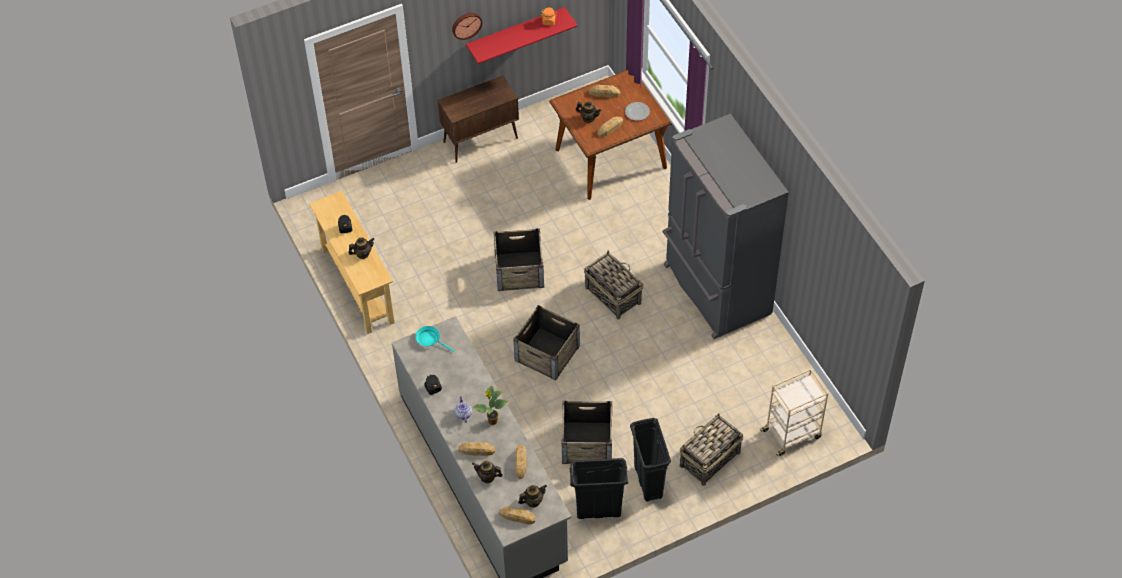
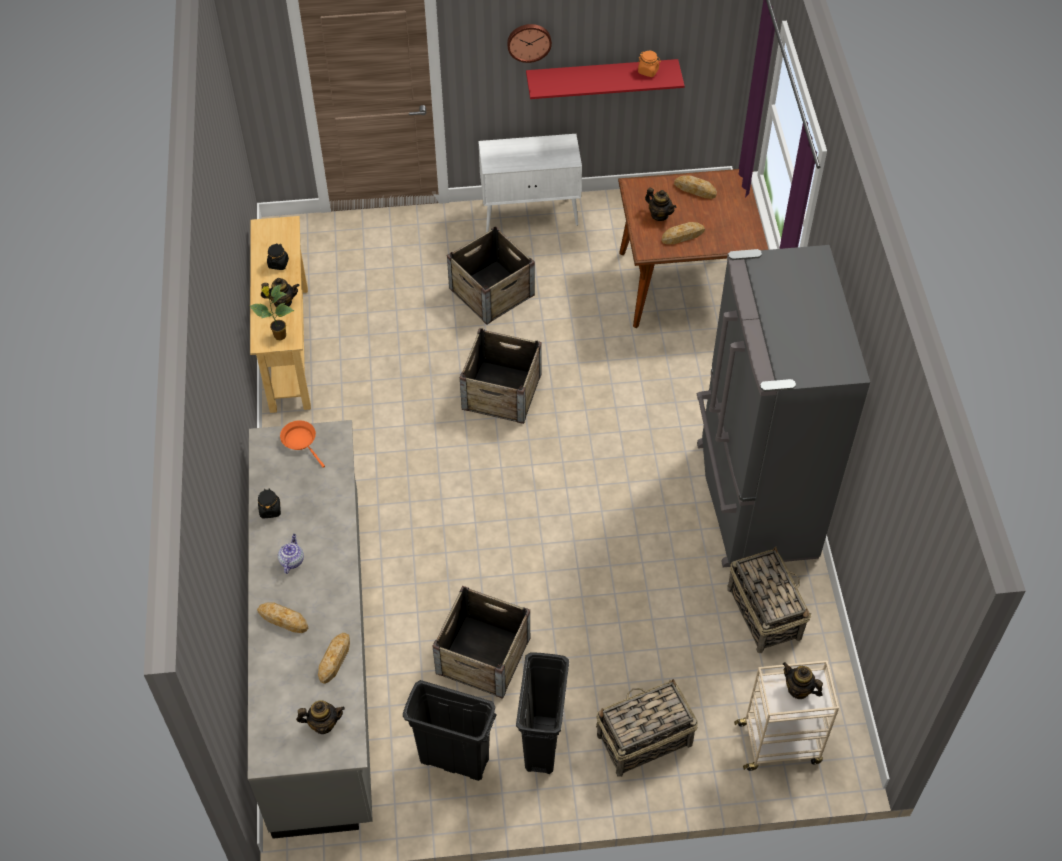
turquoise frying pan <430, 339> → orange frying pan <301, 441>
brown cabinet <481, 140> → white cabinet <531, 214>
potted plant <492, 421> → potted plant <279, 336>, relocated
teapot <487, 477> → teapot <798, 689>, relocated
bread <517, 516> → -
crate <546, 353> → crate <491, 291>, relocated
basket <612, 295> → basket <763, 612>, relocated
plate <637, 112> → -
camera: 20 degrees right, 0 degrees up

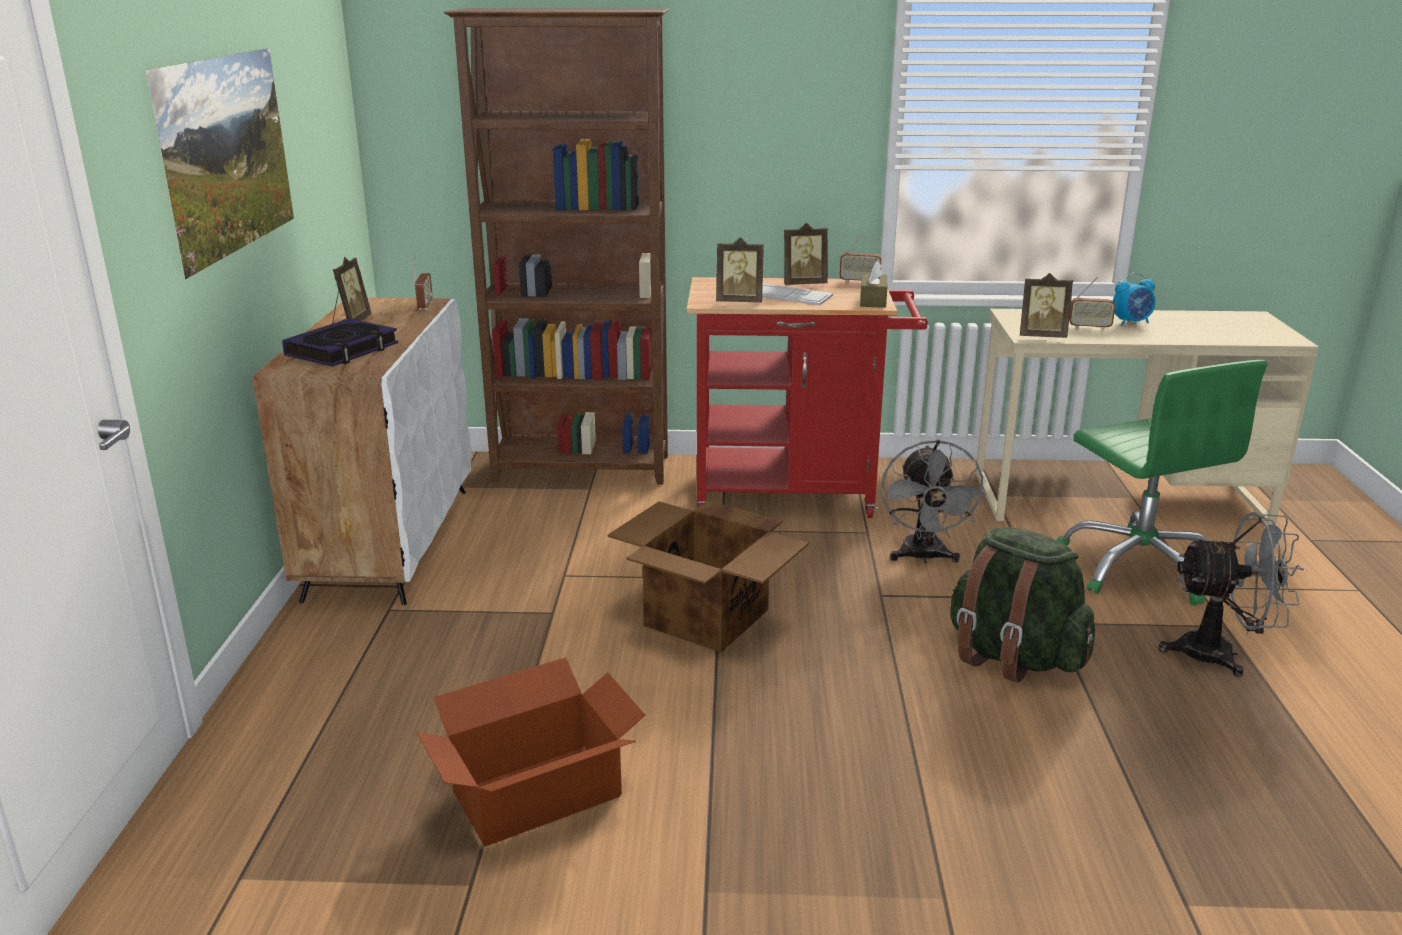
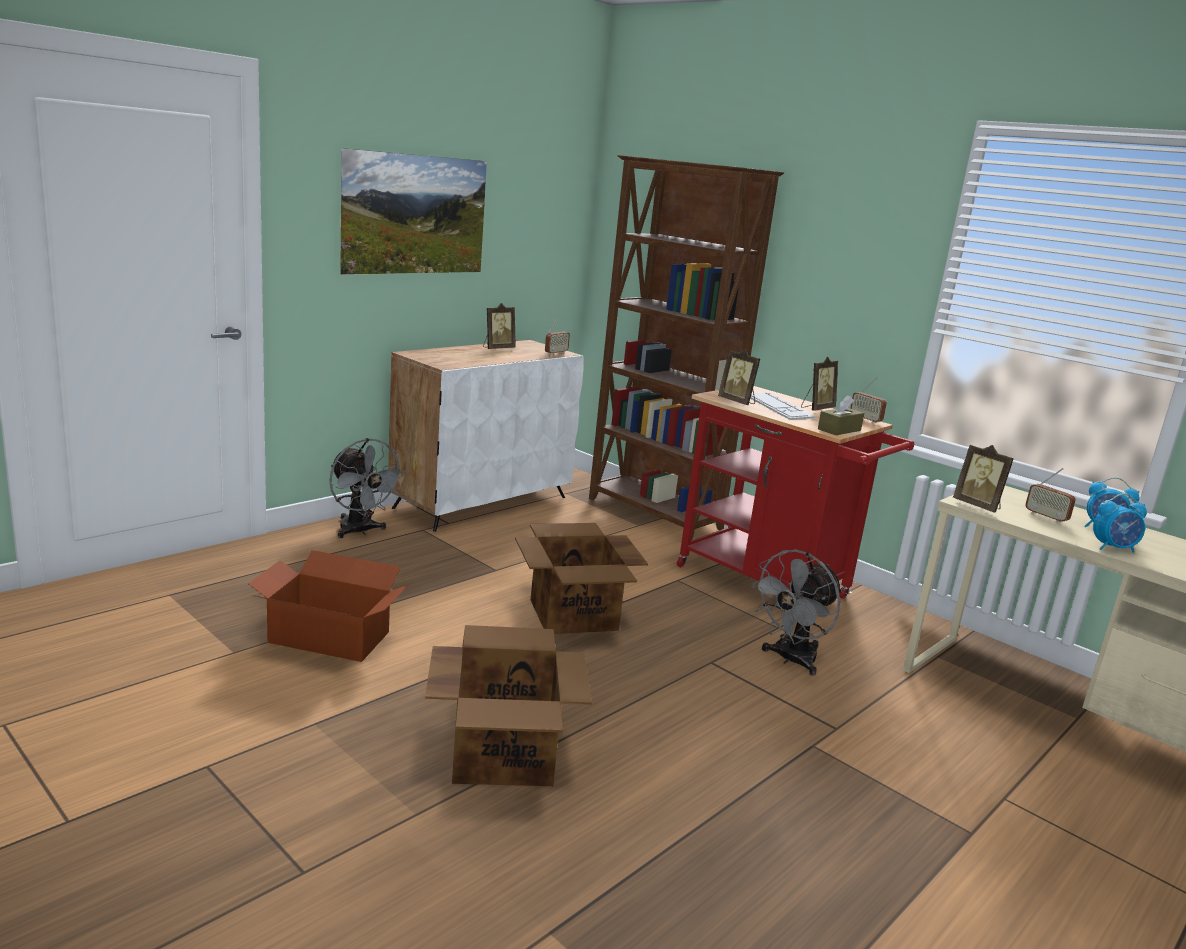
book <342, 350> → -
picture frame <803, 284> → picture frame <816, 408>, 75 degrees counterclockwise
green backpack <1012, 657> → -
green office chair <1139, 567> → -
grey fan <1221, 654> → grey fan <360, 531>, relocated
- → cardboard box <503, 753>
- → alarm clock <1113, 548>
camera: 40 degrees right, 5 degrees down

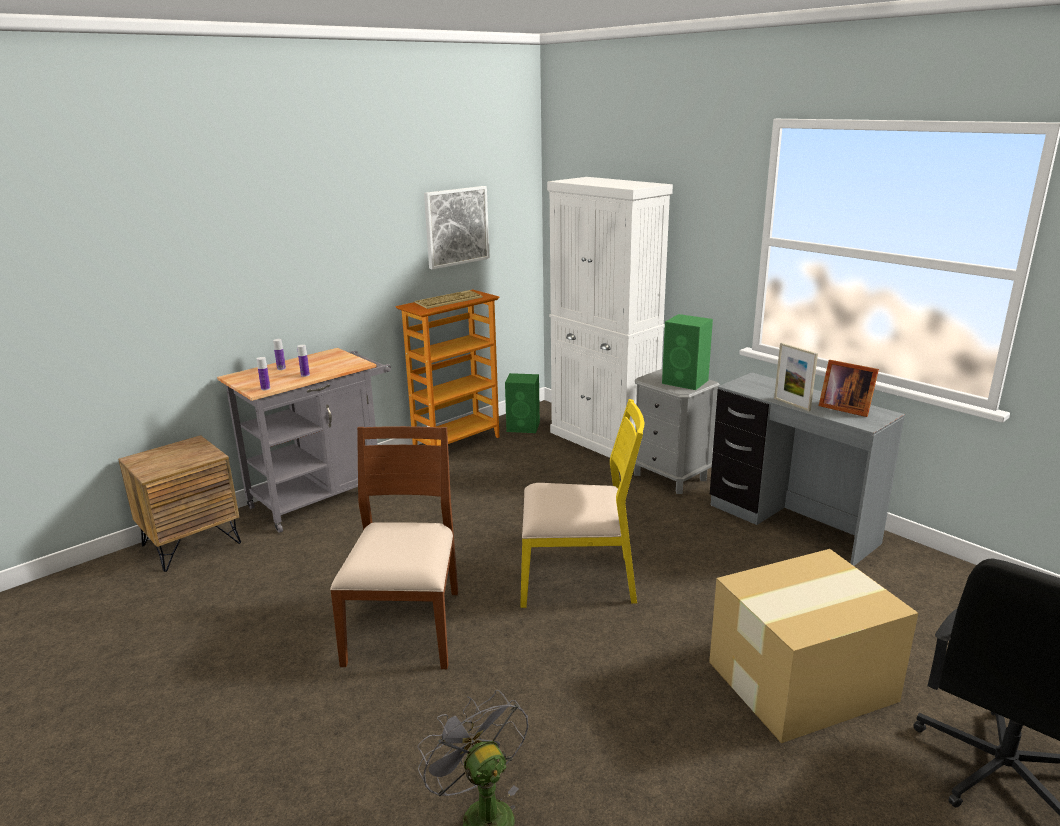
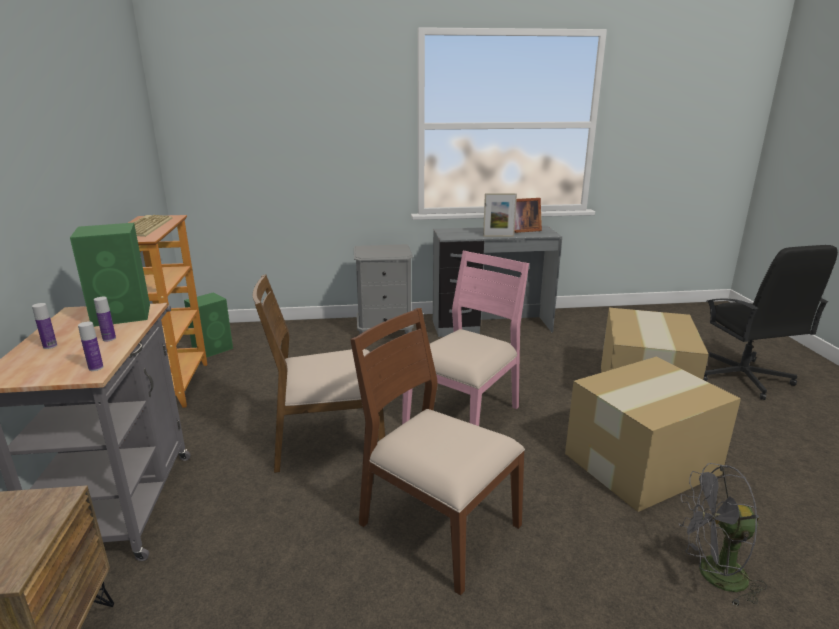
picture <456, 226> → -
yellow chair <578, 579> → pink chair <464, 416>
white cabinet <603, 440> → -
green speaker <686, 382> → green speaker <123, 315>, relocated
- → brown chair <328, 442>
- → cardboard box <643, 463>
camera: 55 degrees left, 0 degrees up

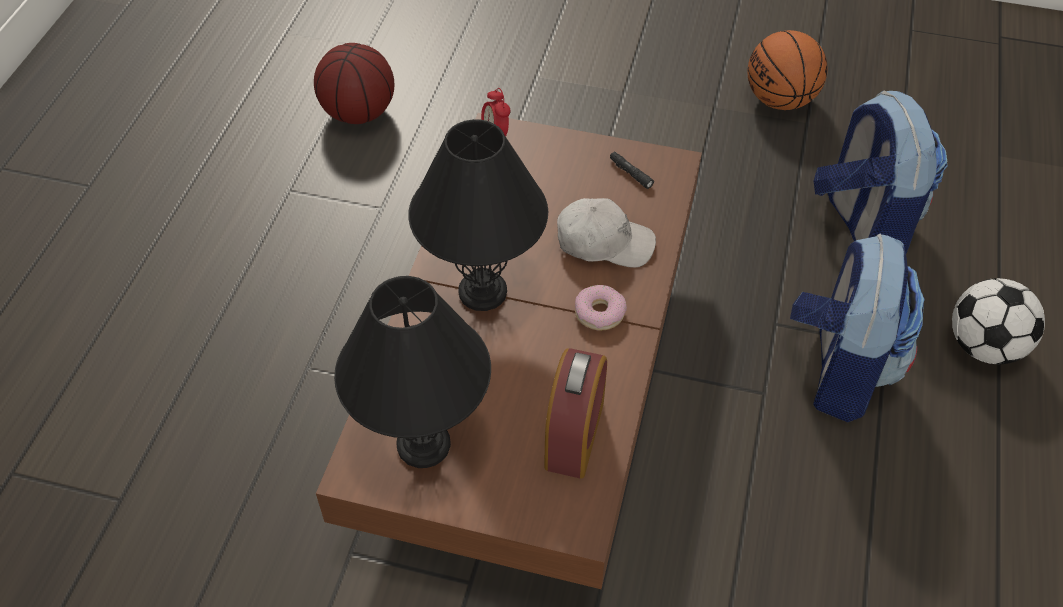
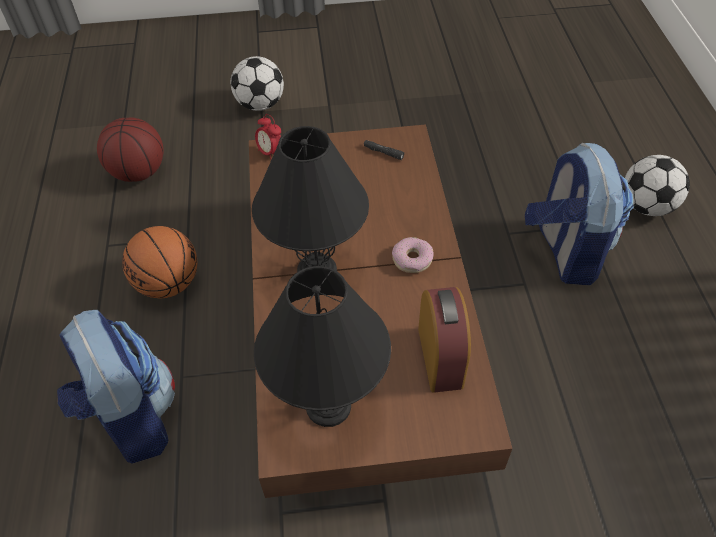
white cap <604, 242> → -
basketball <780, 100> → basketball <168, 283>, relocated
backpack <863, 225> → backpack <131, 417>, relocated
- → football <260, 104>
camera: 20 degrees left, 0 degrees up

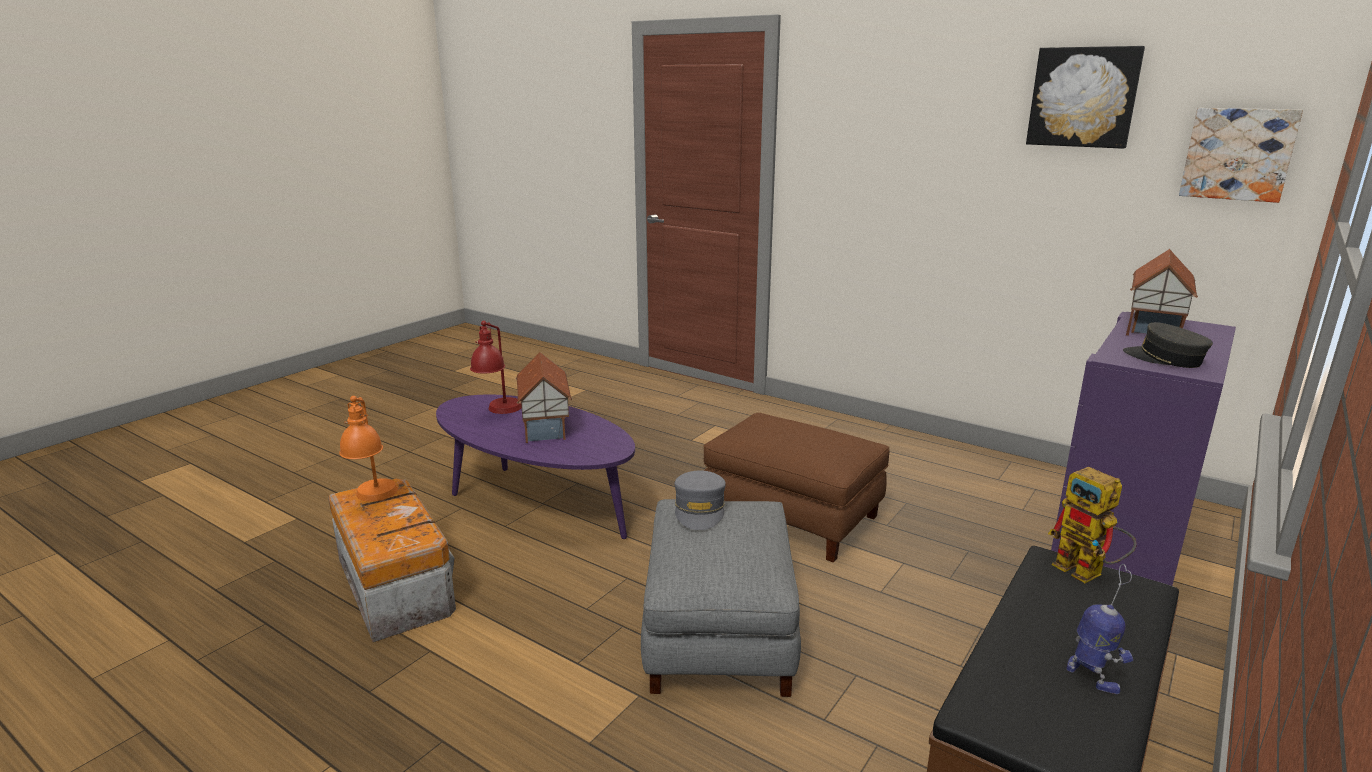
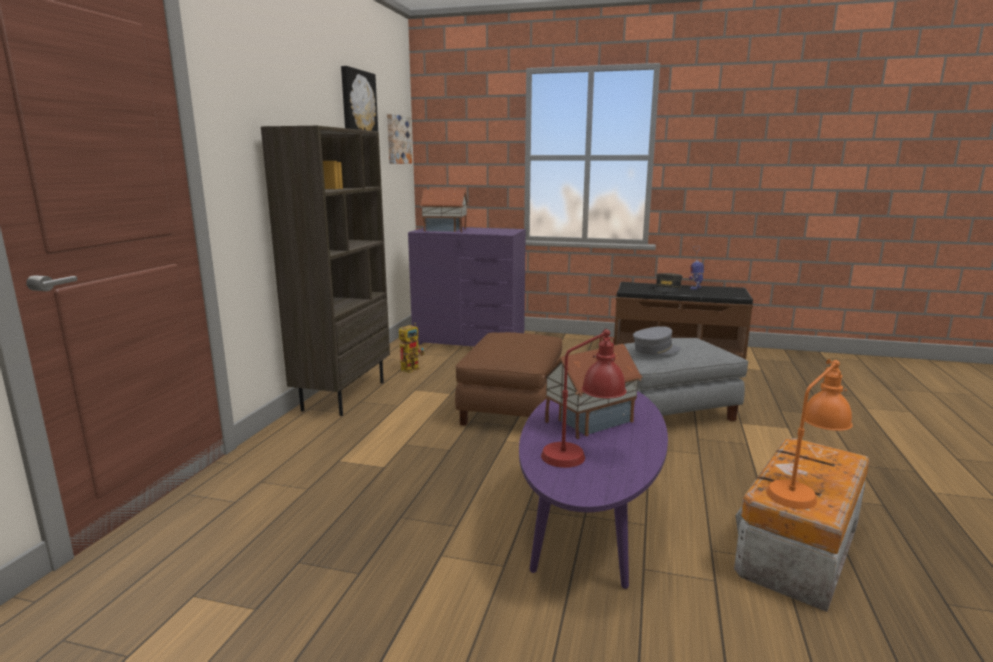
toy robot <1088, 573> → toy robot <412, 368>, relocated
grey cap <1164, 359> → grey cap <667, 288>, relocated
- → brown bookcase <343, 395>
camera: 110 degrees left, 5 degrees down

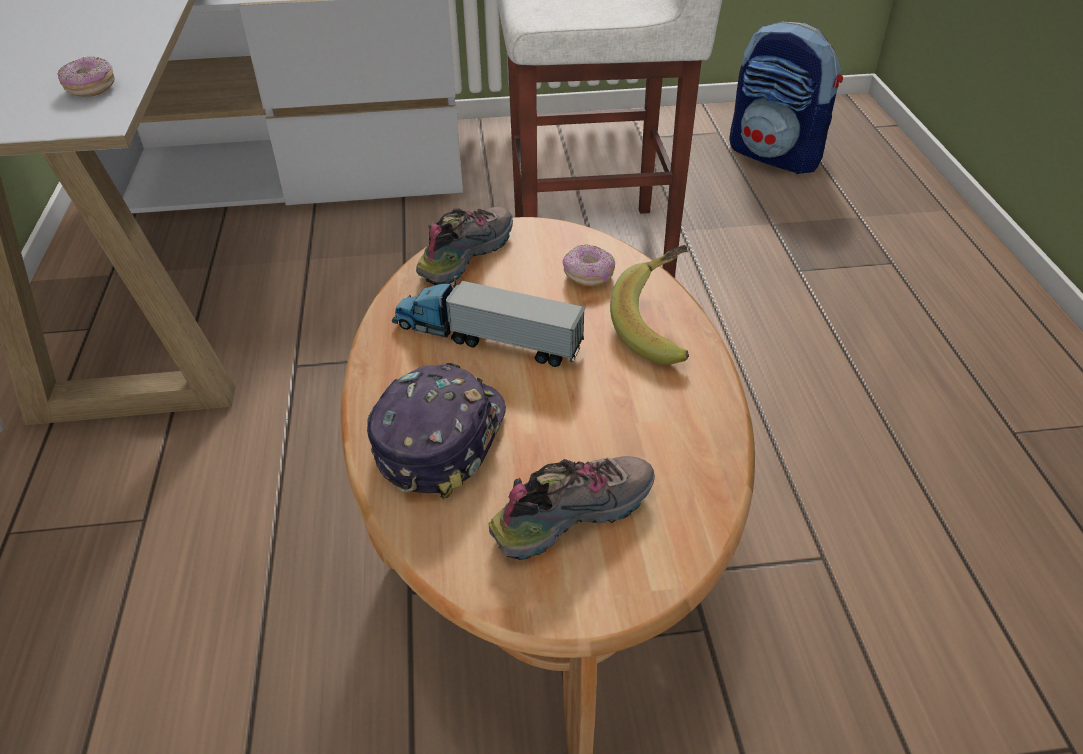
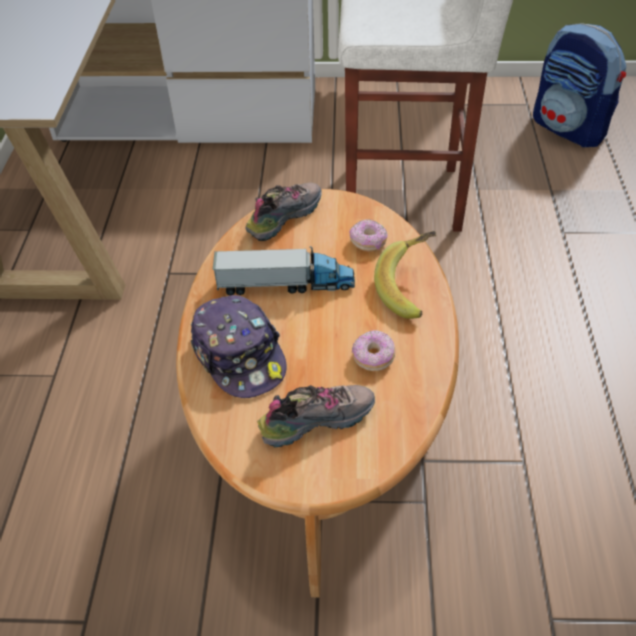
donut <91, 88> → donut <373, 357>, relocated
cap <439, 438> → cap <239, 355>, 120 degrees clockwise
toy truck <486, 338> → toy truck <286, 284>, 150 degrees clockwise
camera: 10 degrees right, 5 degrees up

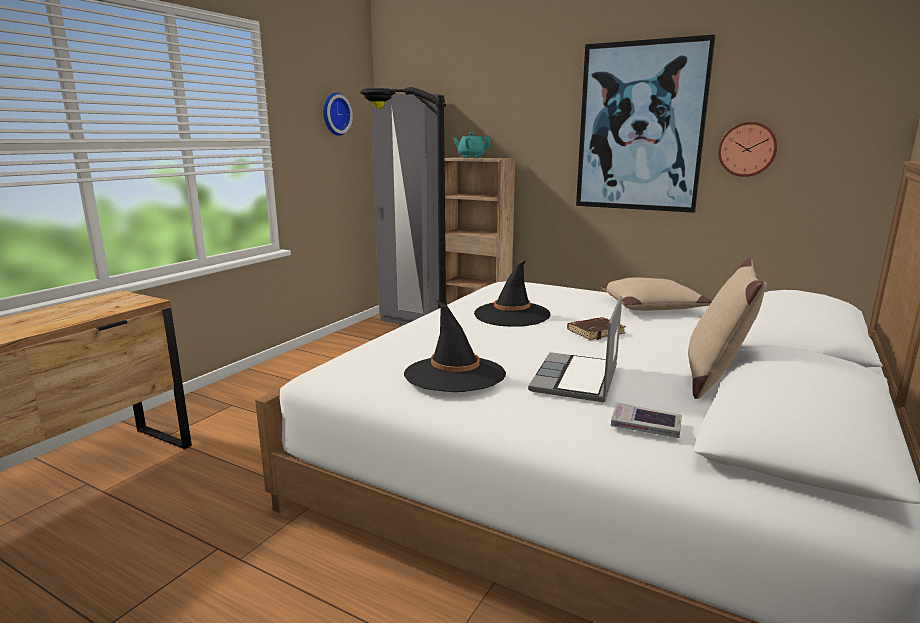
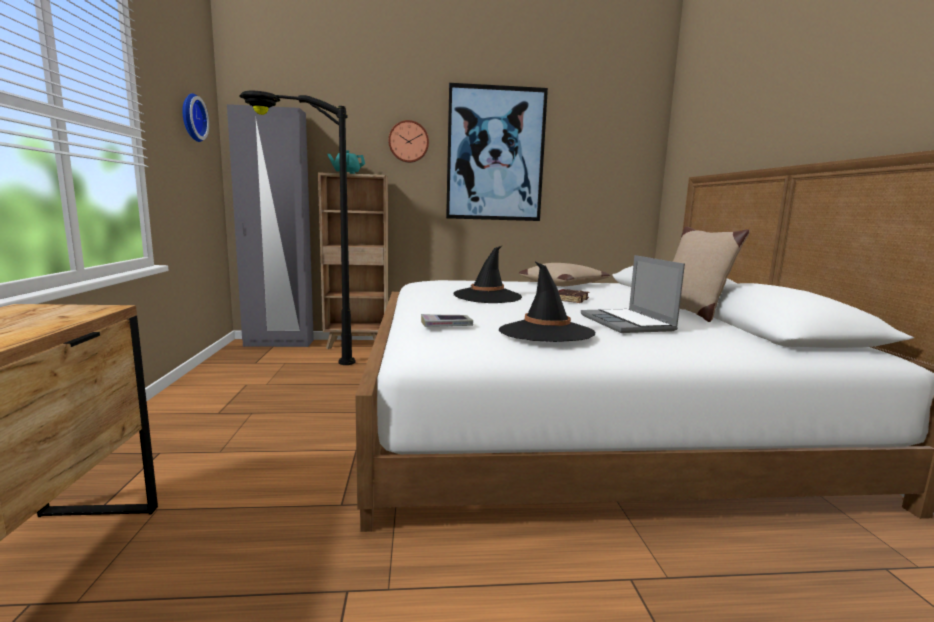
book <645, 426> → book <446, 325>, relocated
wall clock <747, 149> → wall clock <408, 142>, relocated
camera: 35 degrees left, 5 degrees down

